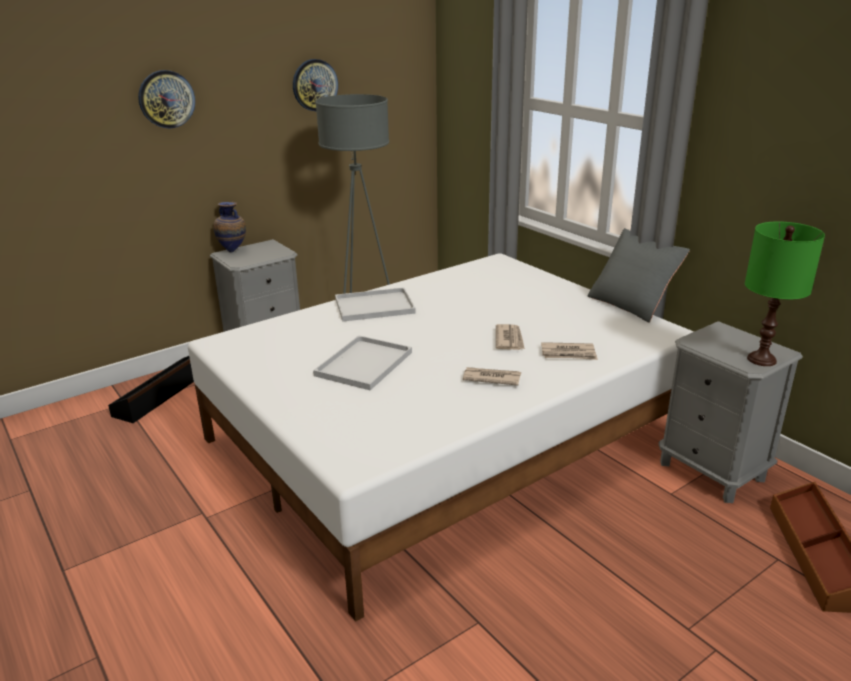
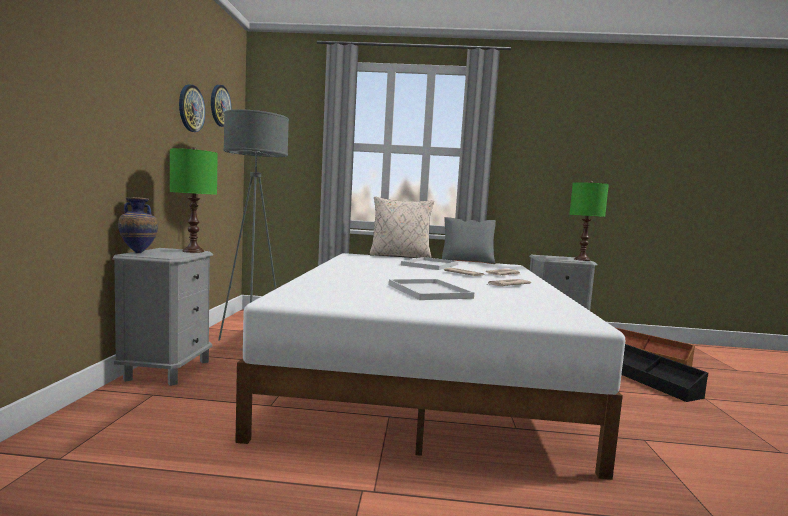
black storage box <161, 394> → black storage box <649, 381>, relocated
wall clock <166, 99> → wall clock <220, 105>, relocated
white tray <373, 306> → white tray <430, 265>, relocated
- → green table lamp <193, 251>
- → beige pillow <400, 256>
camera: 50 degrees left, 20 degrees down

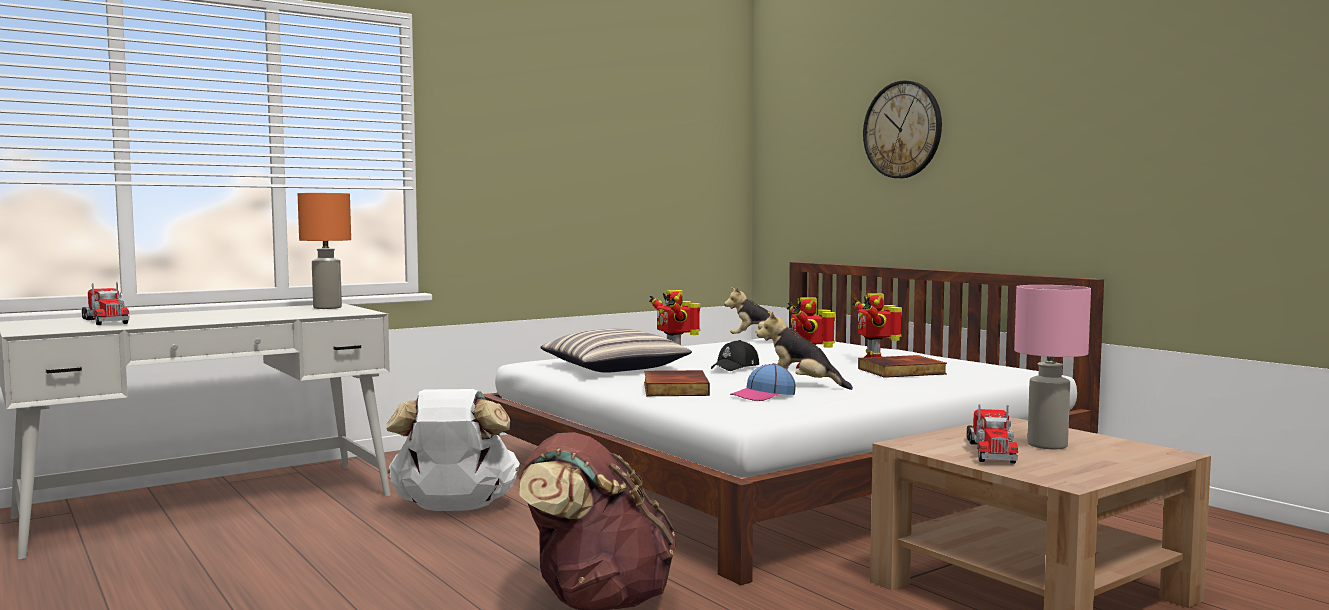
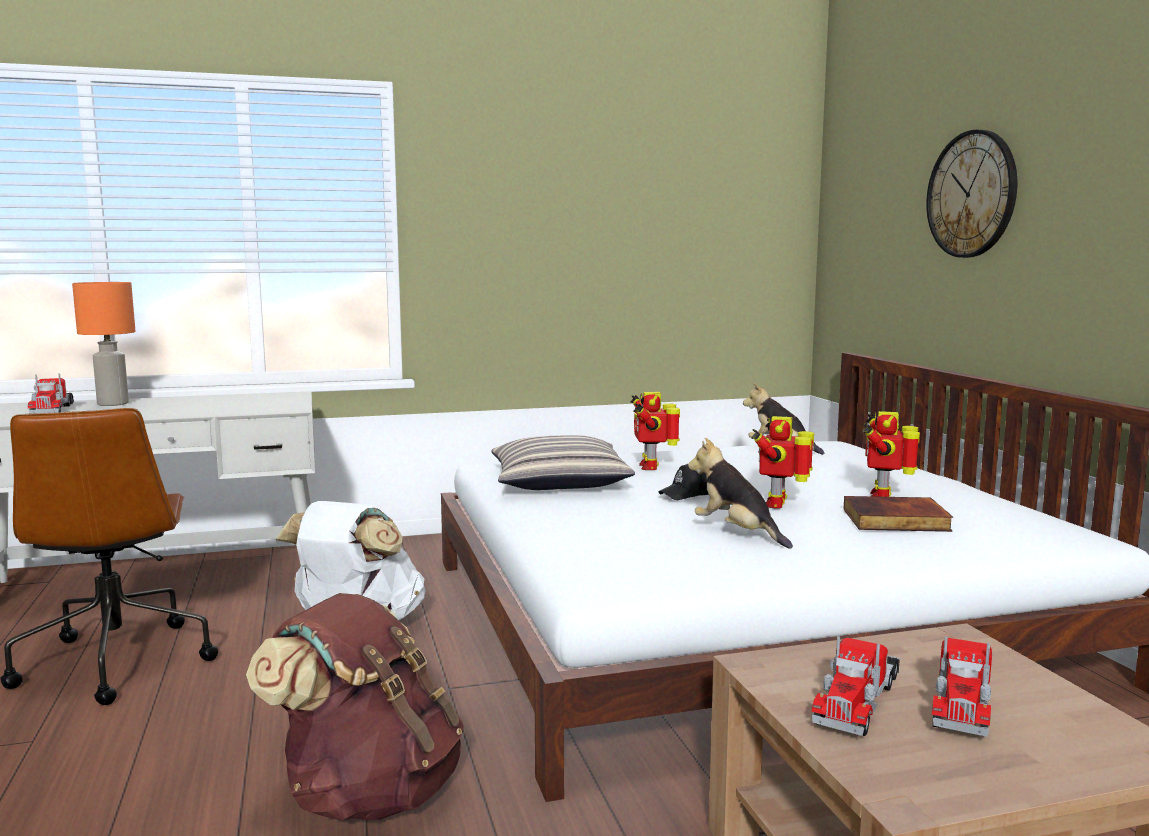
orange table lamp <328, 308> → orange table lamp <114, 404>, relocated
book <673, 389> → -
cap <763, 395> → -
pink table lamp <1048, 445> → toy truck <961, 700>
- → brown office chair <115, 661>
camera: 20 degrees right, 5 degrees up

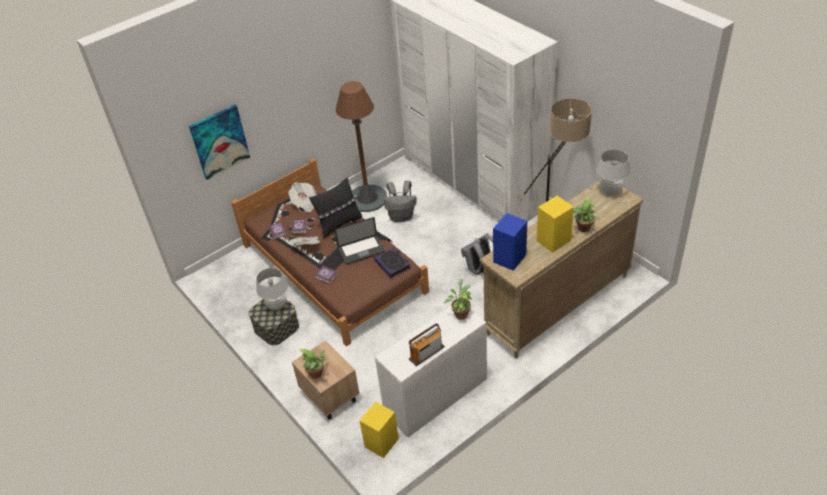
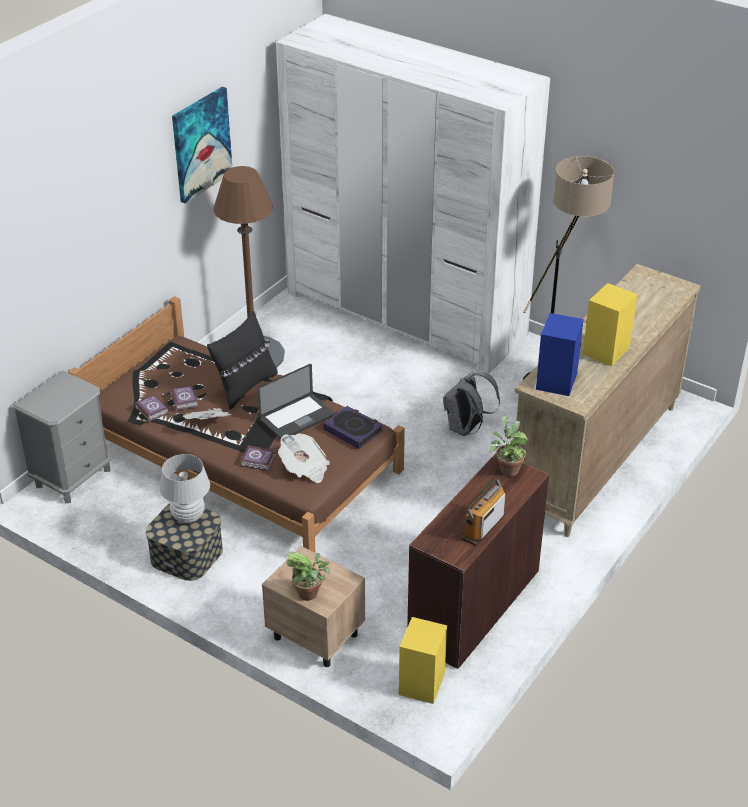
picture <219, 141> → picture <201, 144>, relocated
newspaper <305, 203> → newspaper <304, 468>, relocated
white desk <435, 395> → brown desk <473, 605>
grey backpack <402, 217> → -
potted plant <583, 229> → -
white table lamp <610, 191> → -
- → grey nightstand <73, 477>
camera: 20 degrees left, 5 degrees down

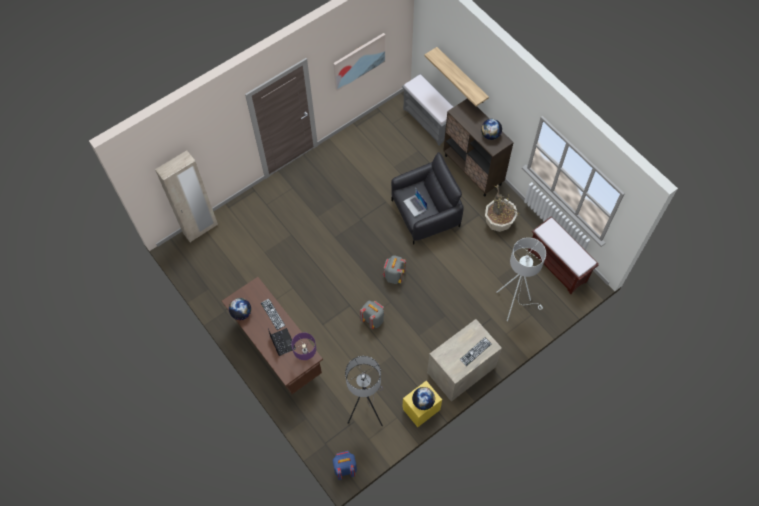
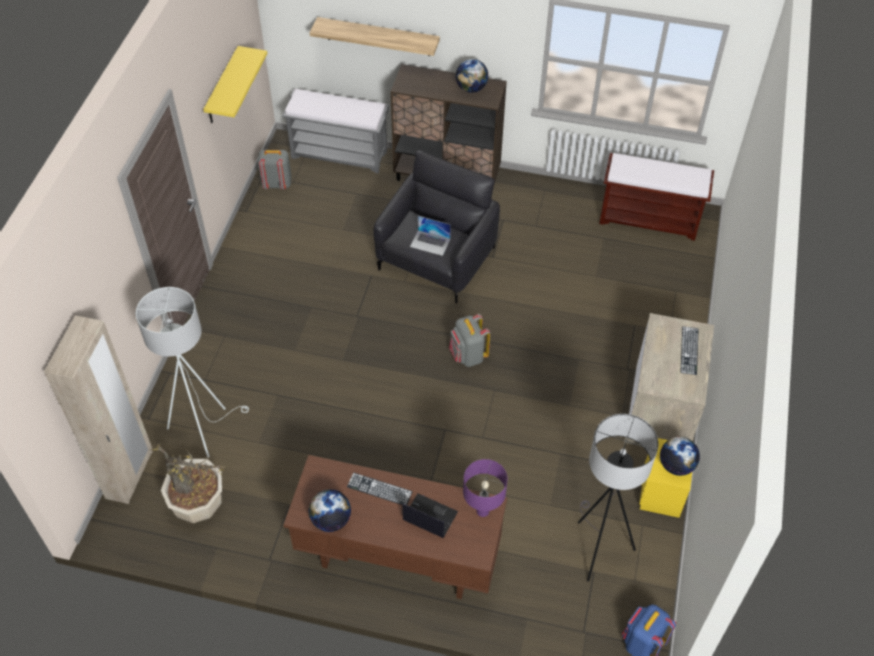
picture <359, 61> → yellow shelf <222, 87>
grey backpack <373, 319> → grey backpack <276, 184>, relocated
potted plant <499, 222> → potted plant <199, 504>, relocated
white floor lamp <514, 303> → white floor lamp <203, 427>, relocated
camera: 40 degrees left, 10 degrees down

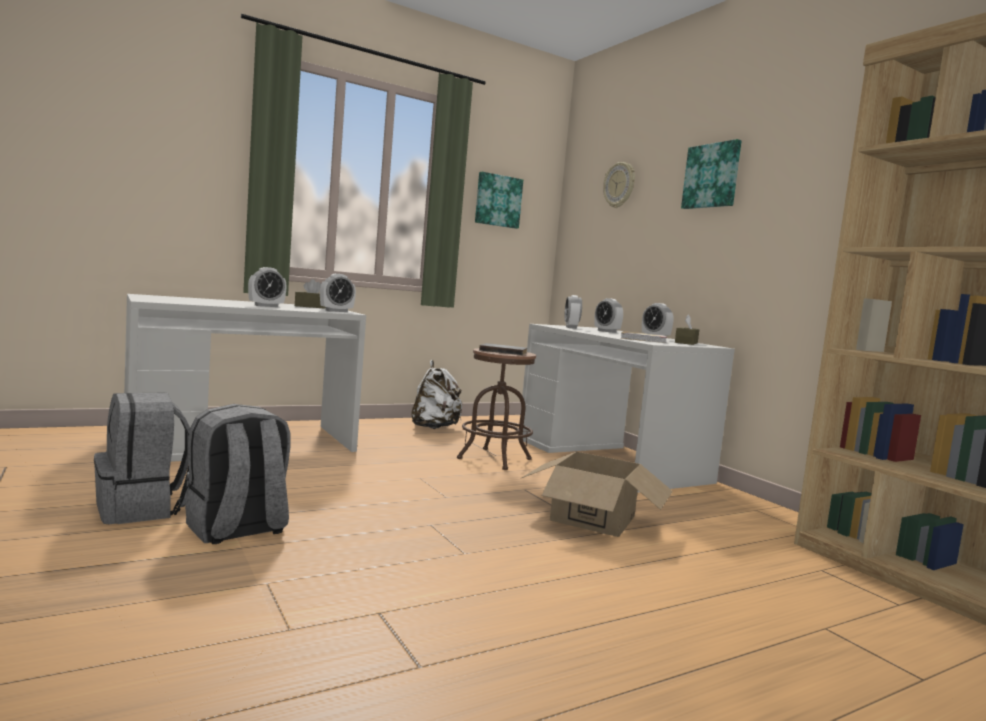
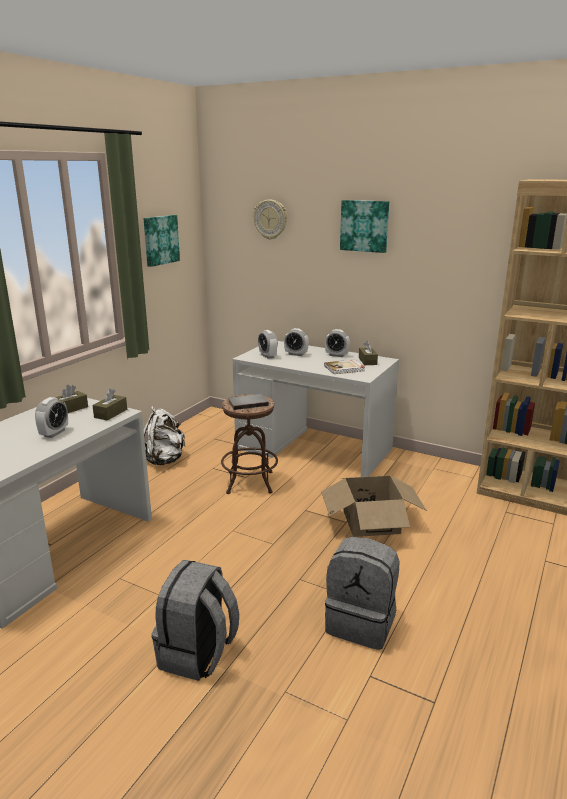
grey backpack <143, 508> → grey backpack <361, 623>, relocated
alarm clock <336, 311> → brown tissue box <111, 413>
camera: 30 degrees left, 15 degrees up

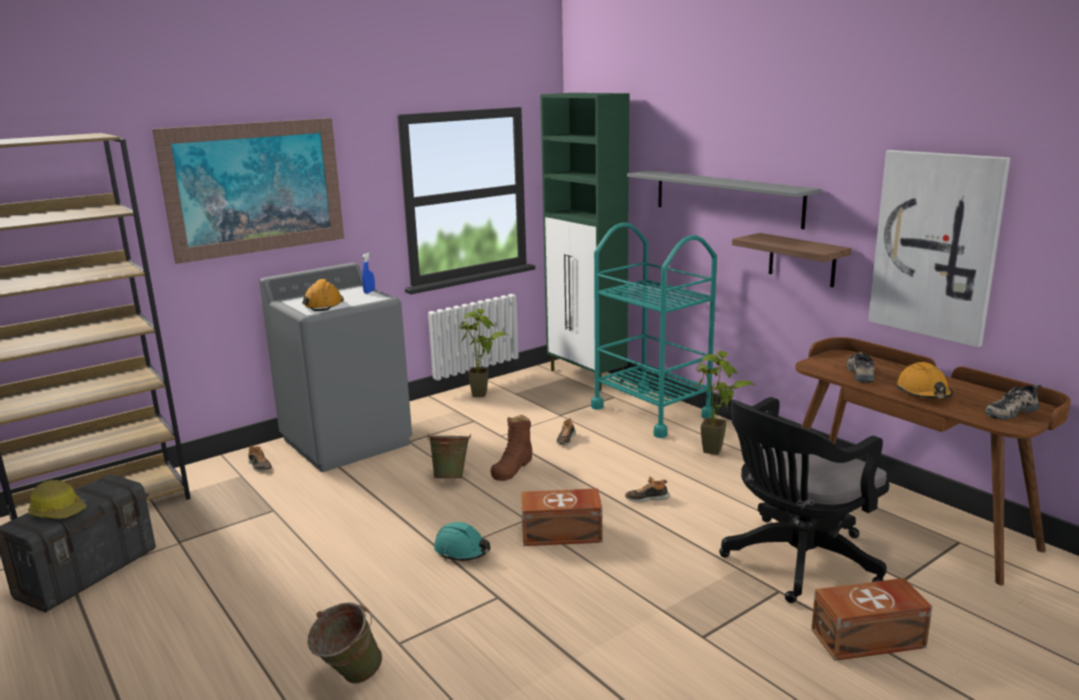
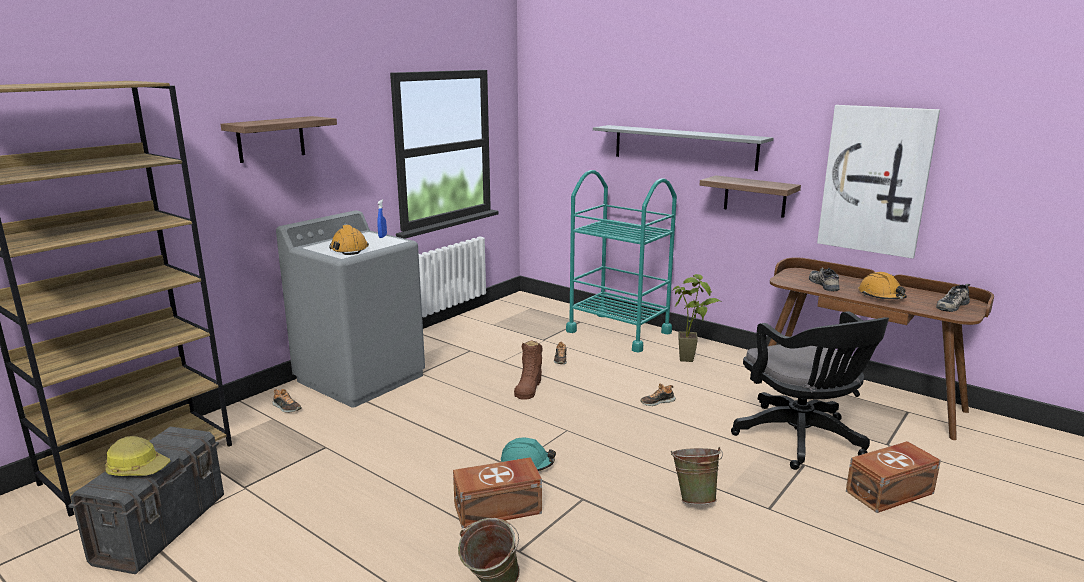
picture <255, 188> → shelf <271, 139>
green bucket <451, 477> → green bucket <694, 498>, relocated
potted plant <486, 395> → -
brown storage box <562, 534> → brown storage box <499, 509>, relocated
green cabinet <587, 377> → -
black office chair <795, 562> → black office chair <802, 440>, 60 degrees counterclockwise
camera: 15 degrees left, 0 degrees up

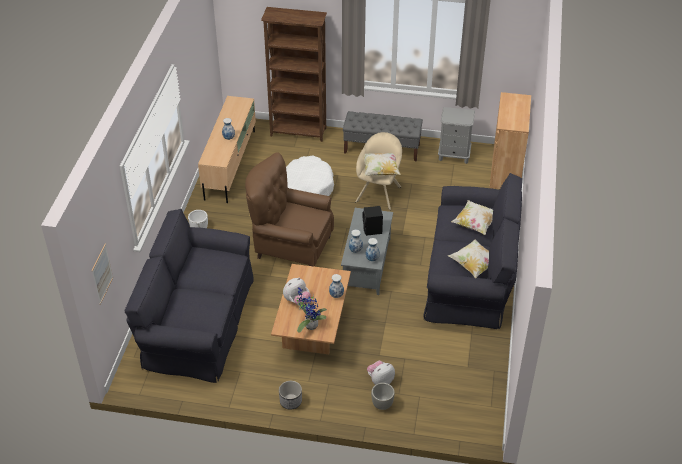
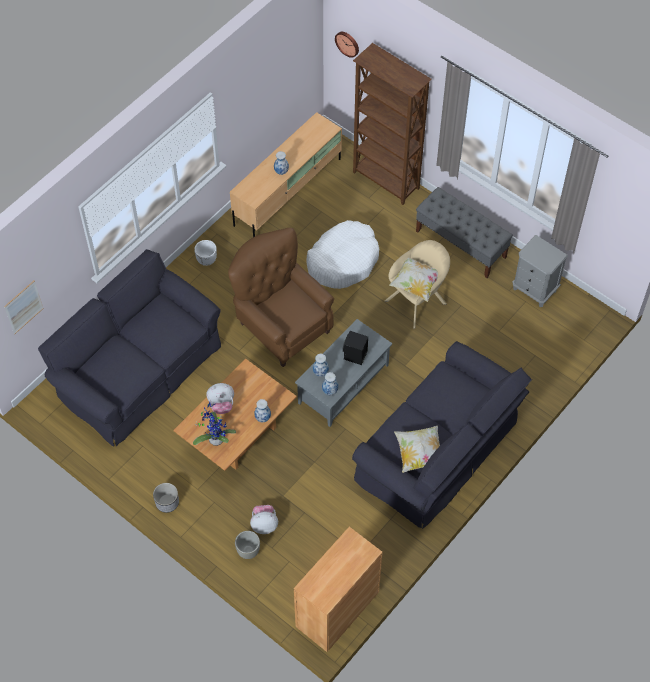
pillow <475, 224> → -
brown cabinet <506, 170> → brown cabinet <337, 609>, relocated
- → wall clock <347, 43>
camera: 30 degrees right, 15 degrees up

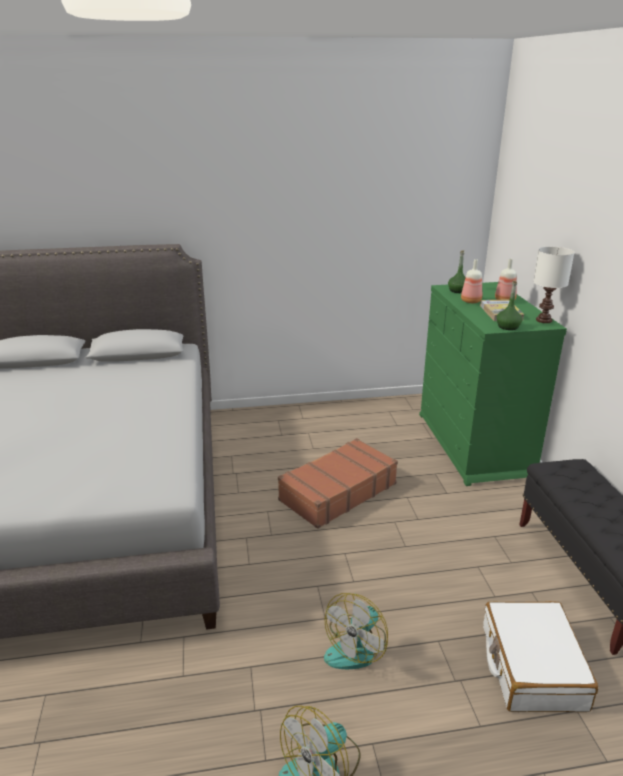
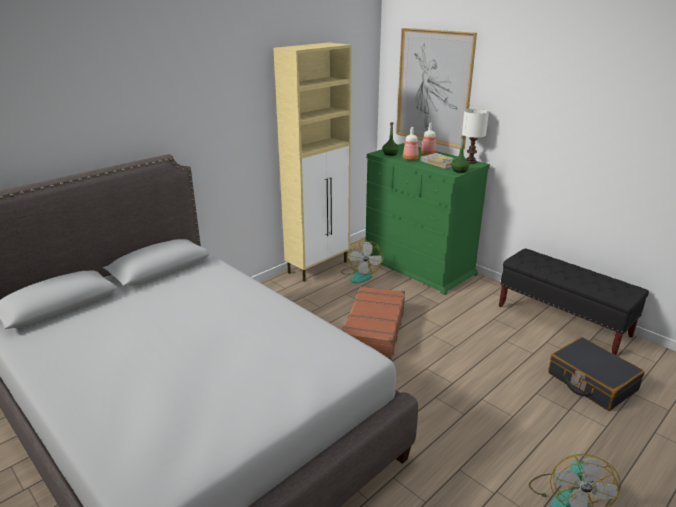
fan <356, 647> → fan <361, 275>, relocated
white suitcase <531, 667> → black suitcase <591, 382>
- → beige cabinet <318, 267>
- → picture <433, 88>
camera: 35 degrees left, 0 degrees up

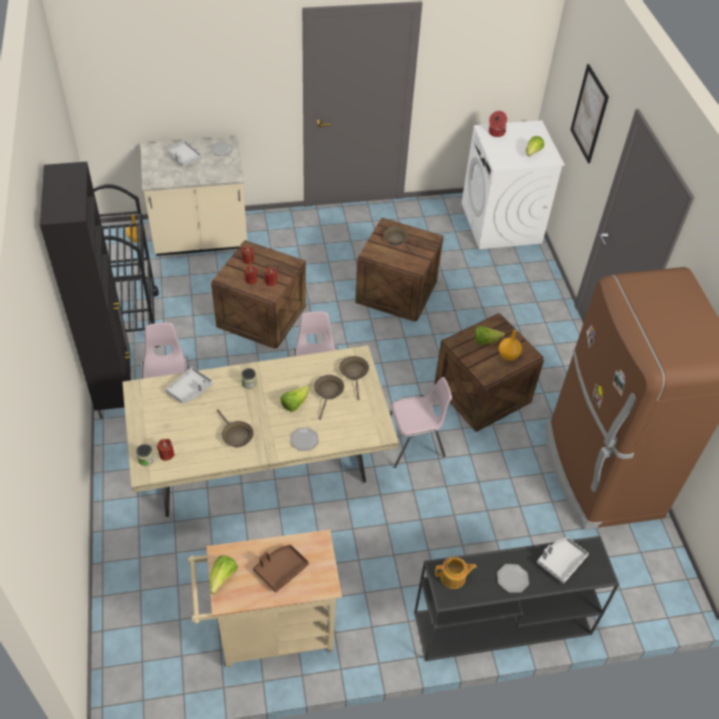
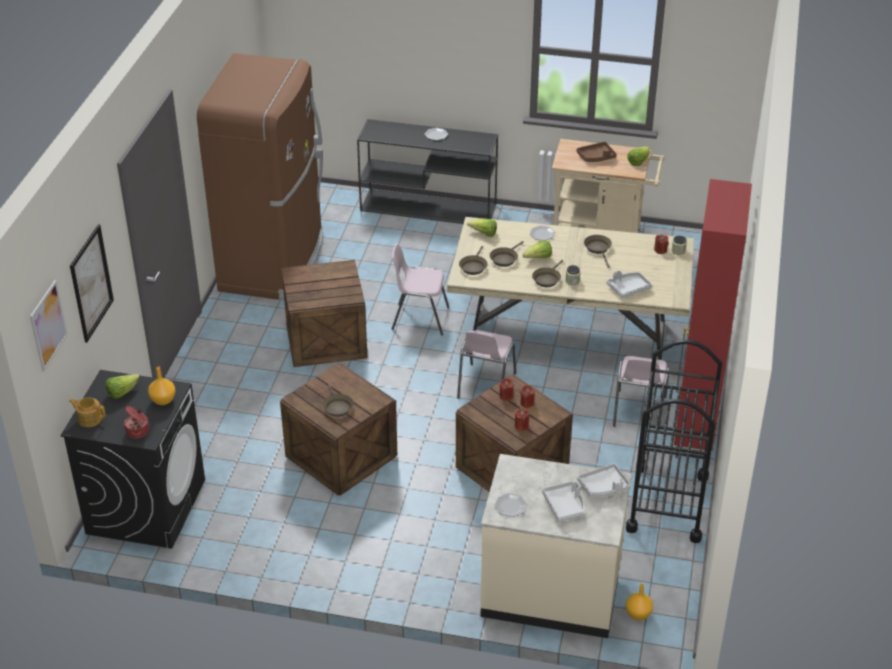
black cabinet <116, 388> → red cabinet <694, 434>
teapot <453, 577> → teapot <89, 418>, relocated
white washing machine <501, 223> → black washing machine <146, 506>
lettuce <486, 341> → lettuce <484, 234>, relocated
orange vase <508, 355> → orange vase <162, 400>, relocated
grey tray <560, 561> → grey tray <603, 486>, relocated
- → picture <48, 325>
- → brown frying pan <547, 279>
camera: 155 degrees left, 10 degrees down

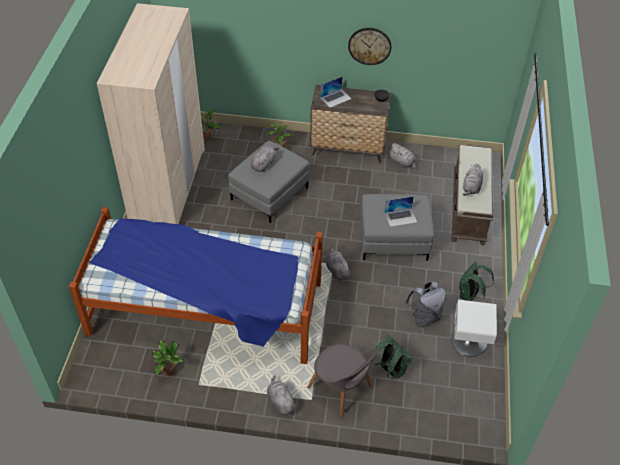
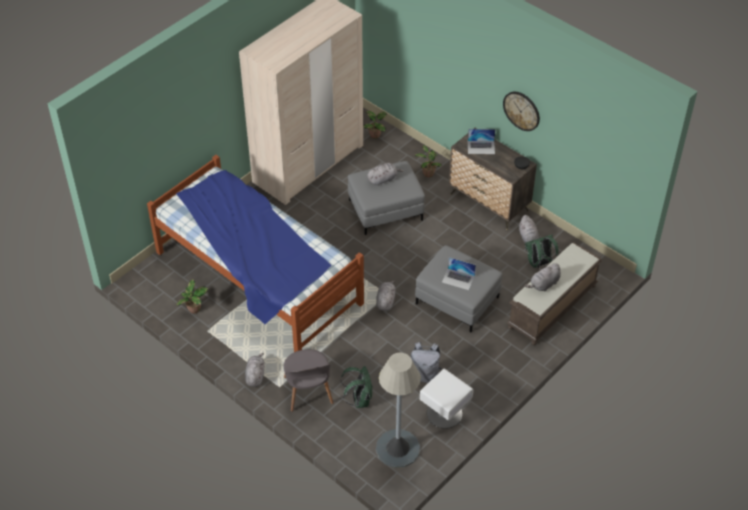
green backpack <469, 295> → green backpack <539, 263>, relocated
- → grey floor lamp <397, 449>
camera: 35 degrees right, 0 degrees up

